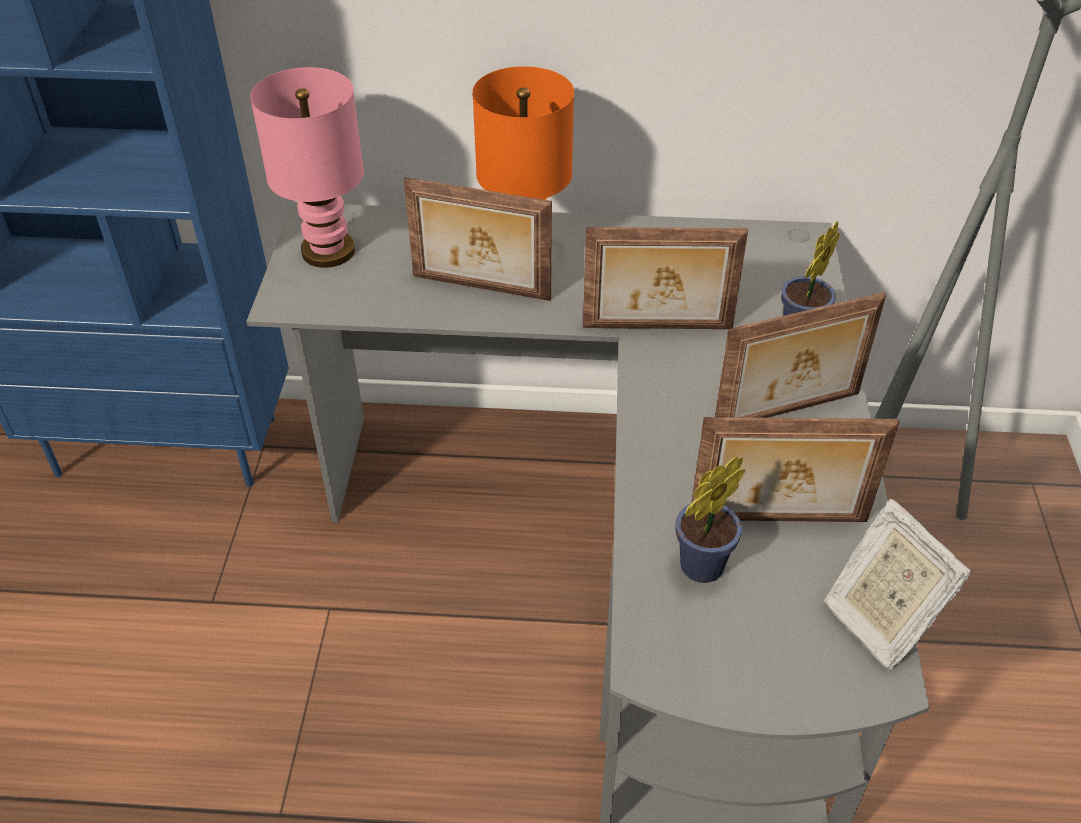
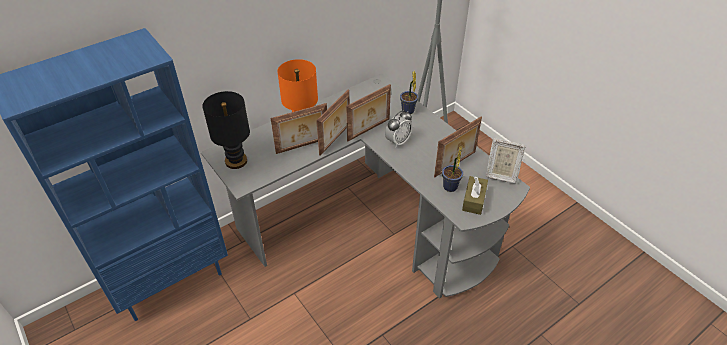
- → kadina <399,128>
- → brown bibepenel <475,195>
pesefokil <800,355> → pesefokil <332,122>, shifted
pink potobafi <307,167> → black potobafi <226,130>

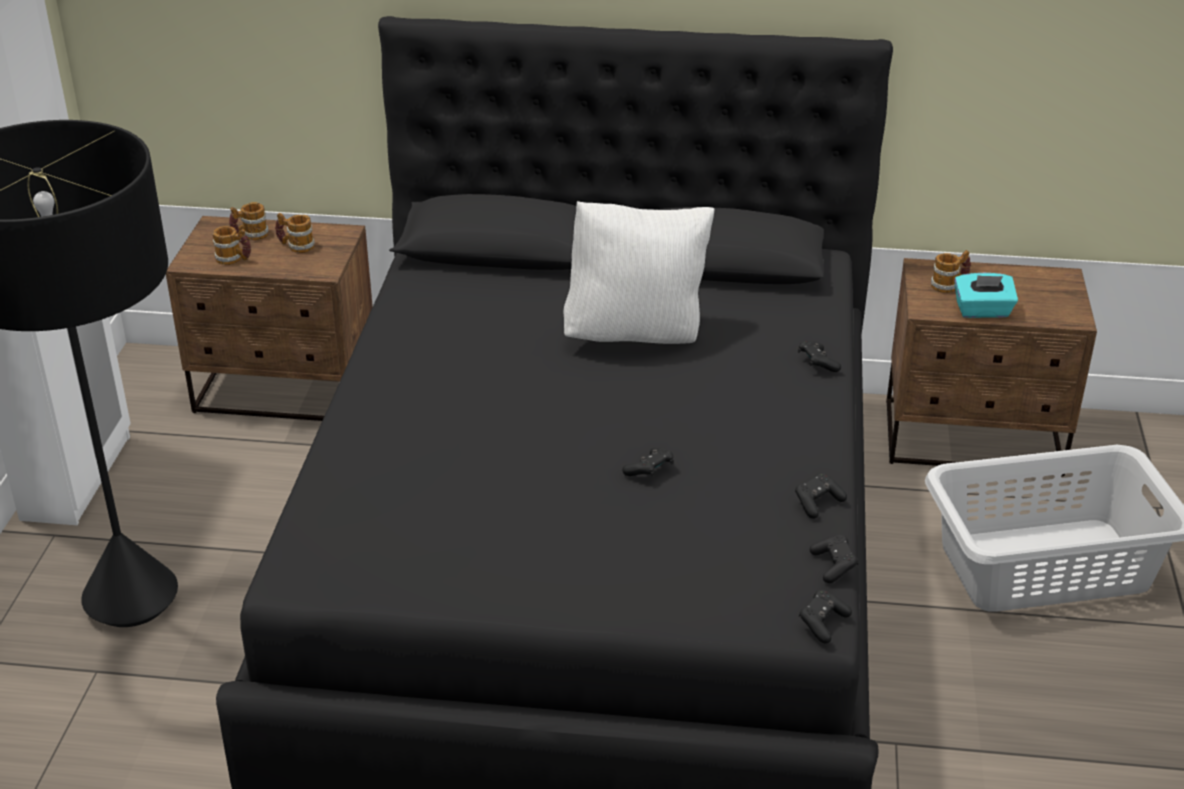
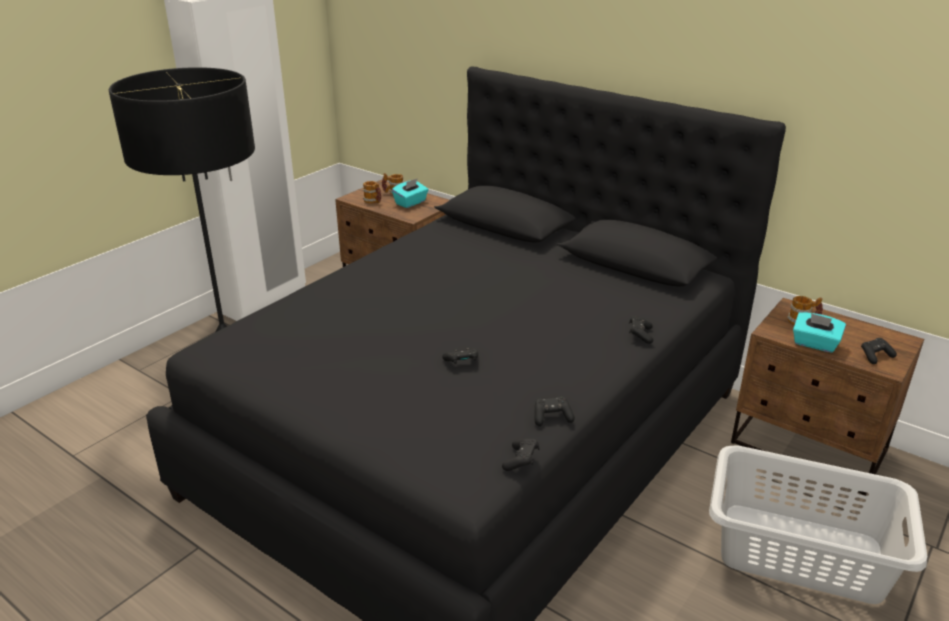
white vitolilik <638,272> → -
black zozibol <825,616> → black zozibol <879,351>, shifted
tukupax <295,233> → turquoise bibepenel <410,193>

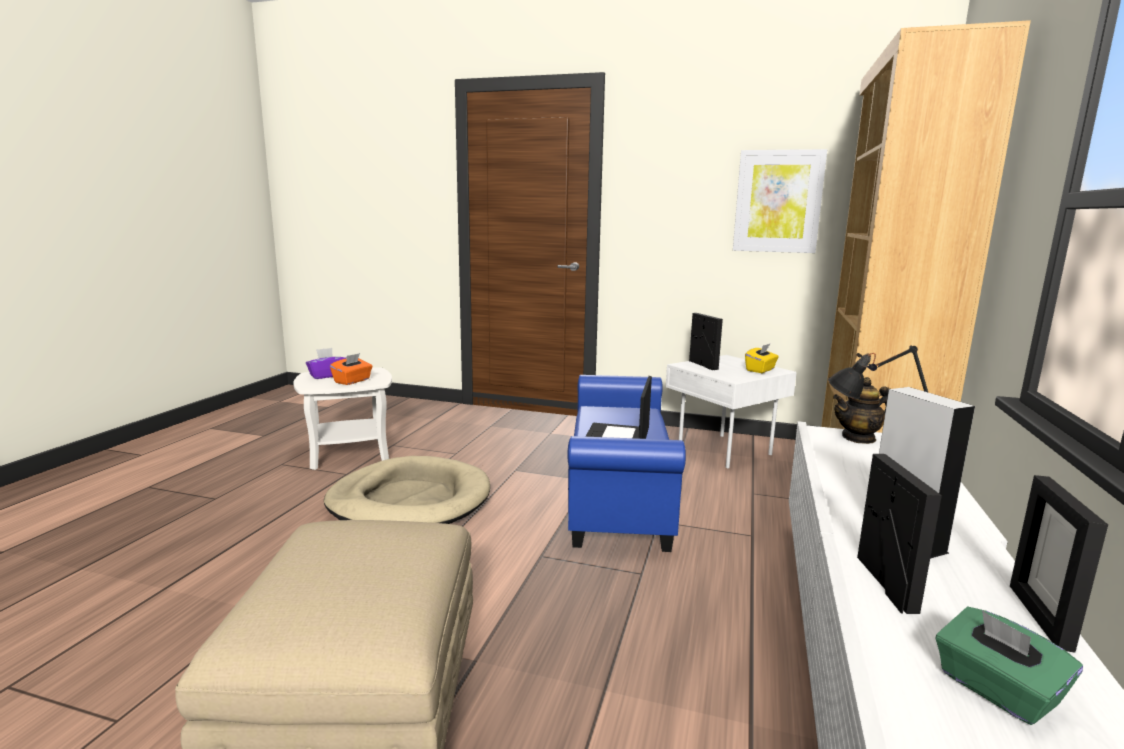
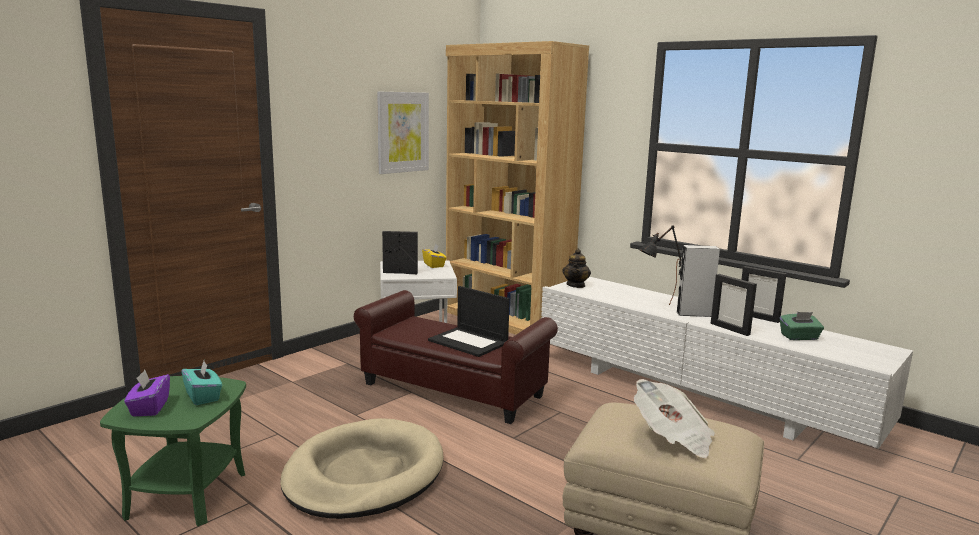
- → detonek <674,418>
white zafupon <342,419> → green zafupon <173,451>
orange bibepenel <351,369> → turquoise bibepenel <201,383>
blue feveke <626,463> → brown feveke <456,357>
pesefokil <899,534> → pesefokil <734,305>, 150 degrees counterclockwise

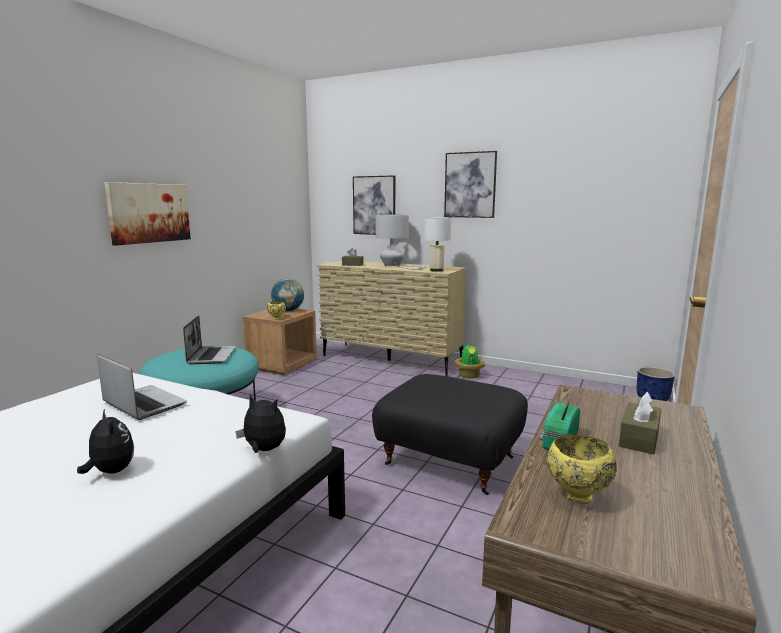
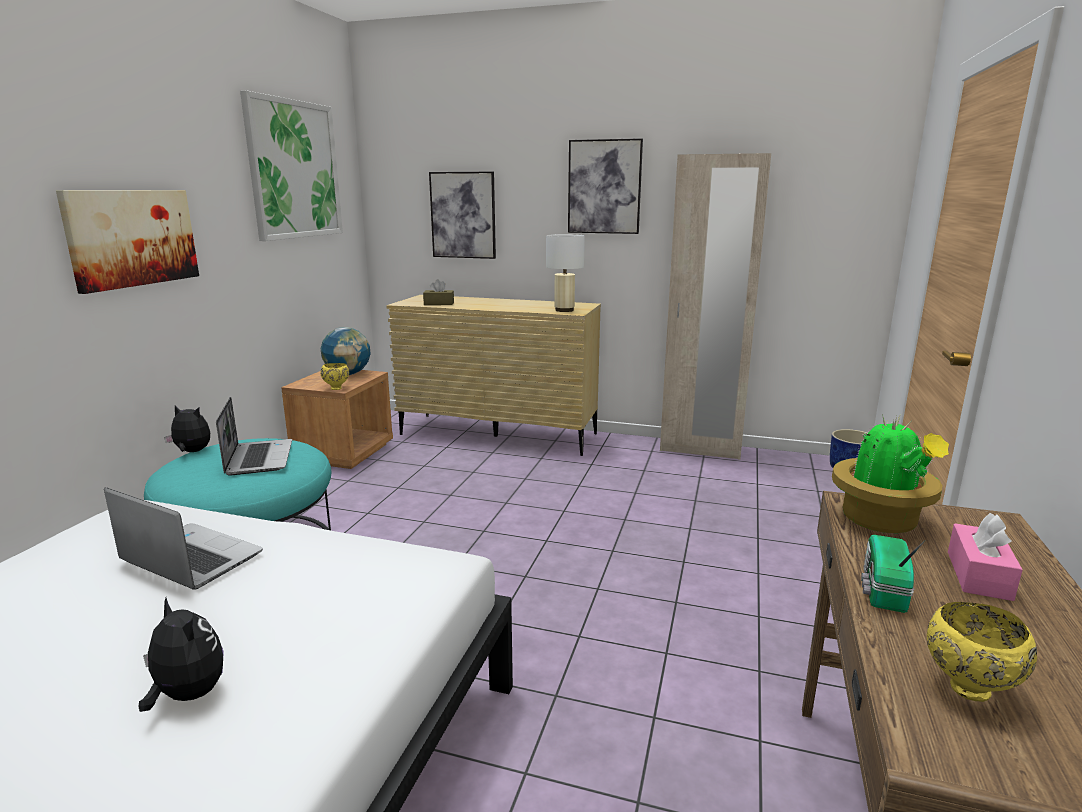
black feveke <450,434> → -
grey potobafi <401,242> → -
- → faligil <291,165>
- → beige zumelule <715,306>
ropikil <260,424> → ropikil <187,429>, shifted
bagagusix <470,360> → bagagusix <890,473>, shifted
brown bibepenel <640,423> → pink bibepenel <985,557>

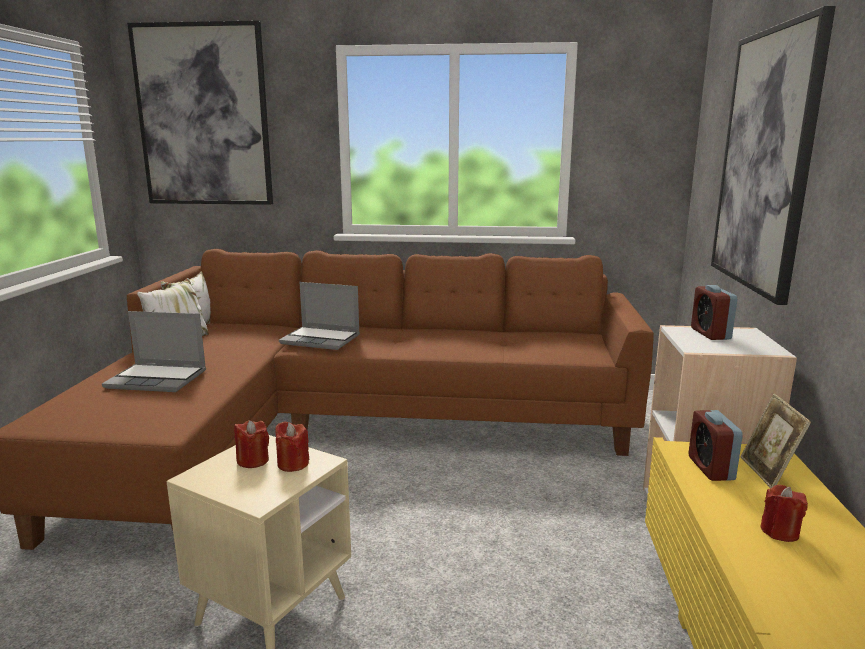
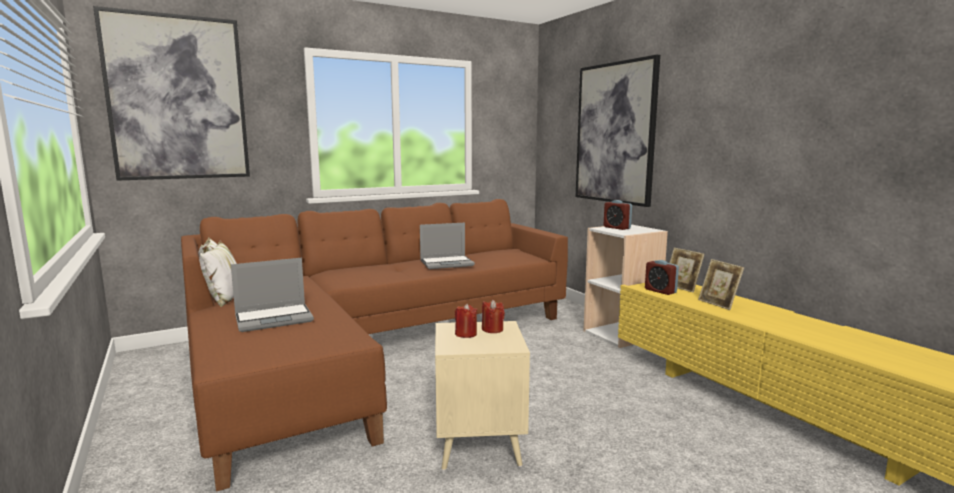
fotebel <319,316> → fotebel <447,246>, shifted
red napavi <784,513> → pesefokil <721,284>

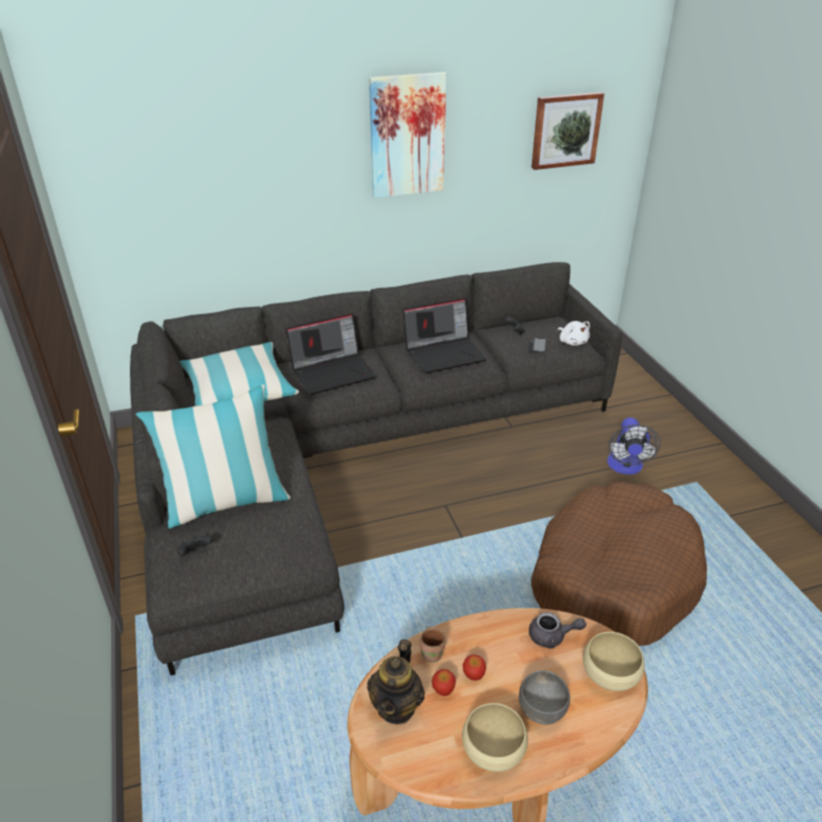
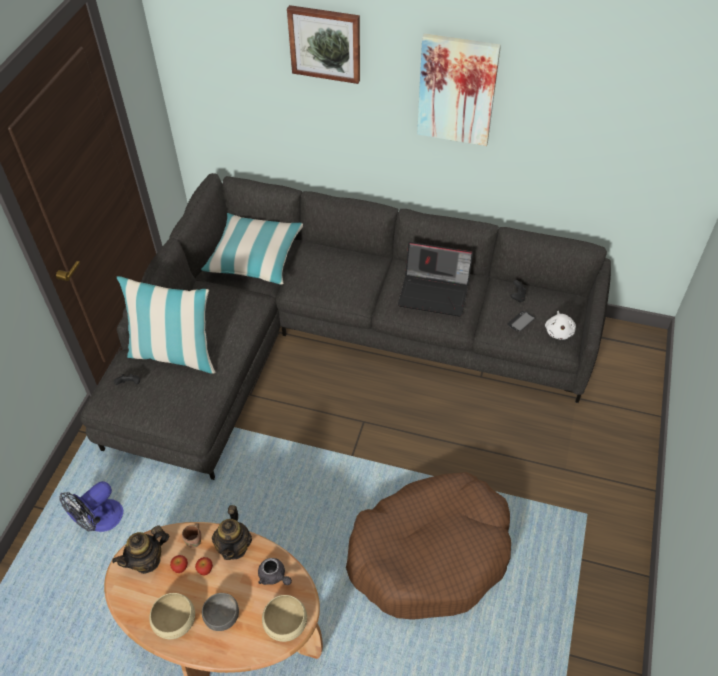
fotebel <331,354> → -
- → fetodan <232,532>
faligil <567,131> → faligil <323,44>, shifted
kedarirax <634,446> → kedarirax <91,506>, shifted

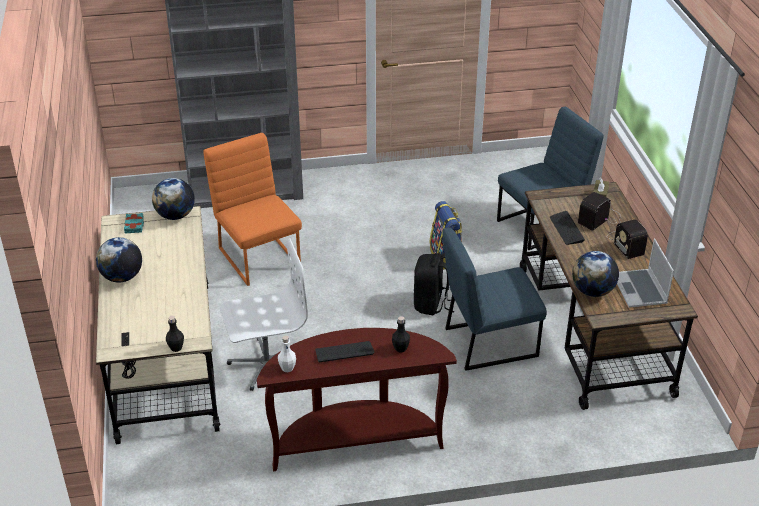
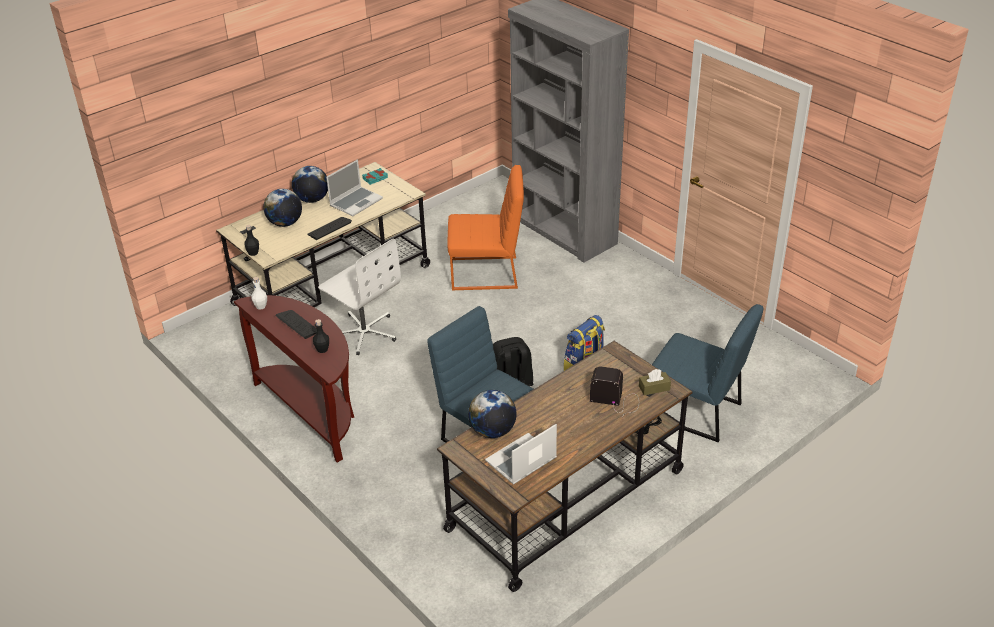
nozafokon <628,239> → -
- → fotebel <354,187>
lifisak <173,199> → lifisak <282,208>, shifted
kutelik <567,228> → kutelik <329,228>, shifted
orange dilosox <253,209> → orange dilosox <486,227>, 60 degrees clockwise

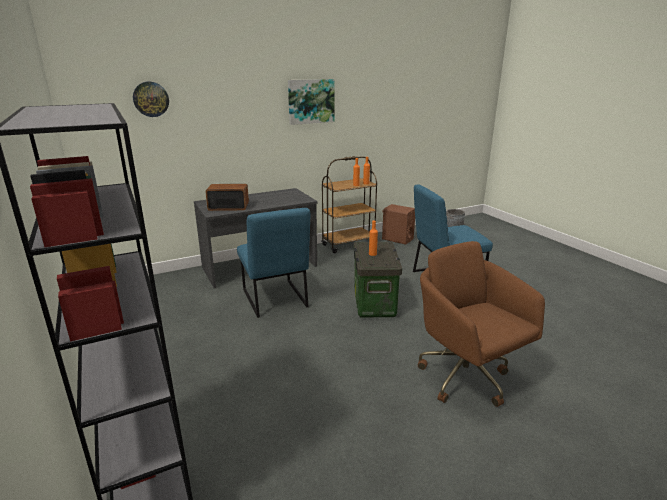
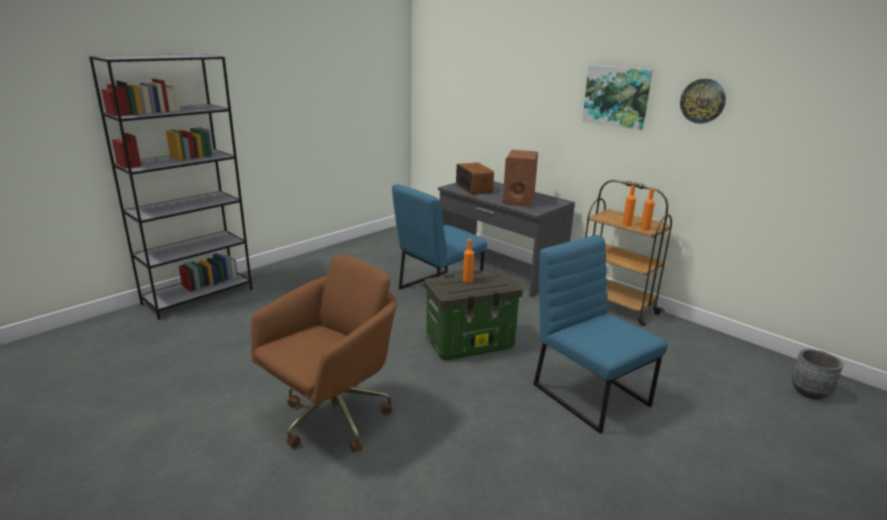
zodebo <151,99> → zodebo <703,101>, shifted
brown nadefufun <398,224> → brown nadefufun <520,178>, shifted

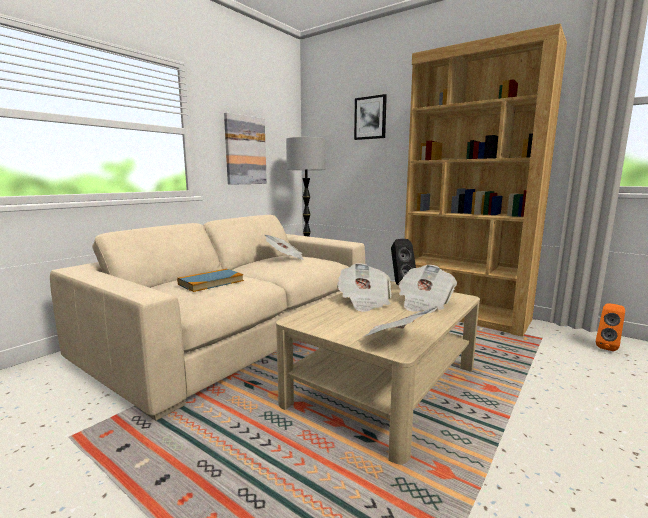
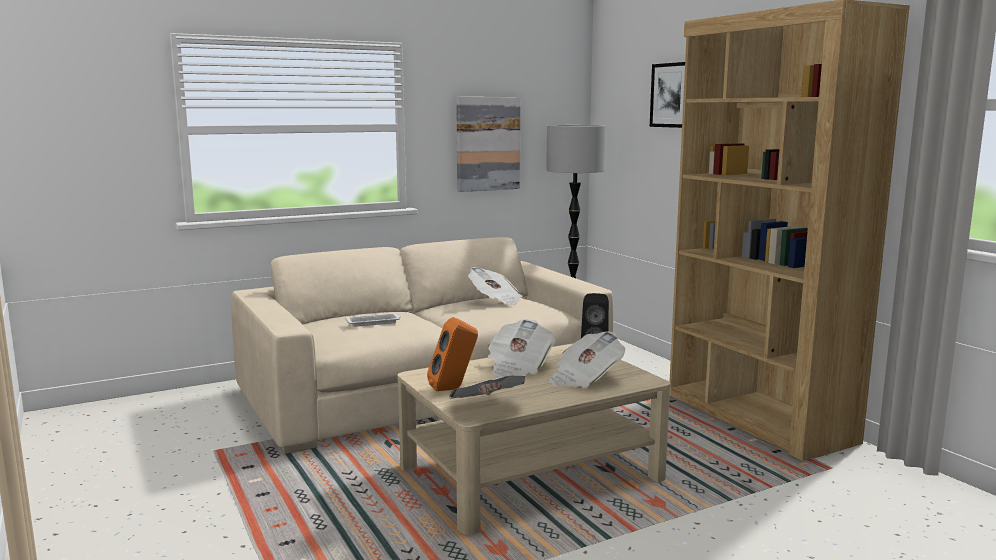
orange nadefufun <610,327> → orange nadefufun <452,354>, shifted
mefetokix <210,280> → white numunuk <372,320>

